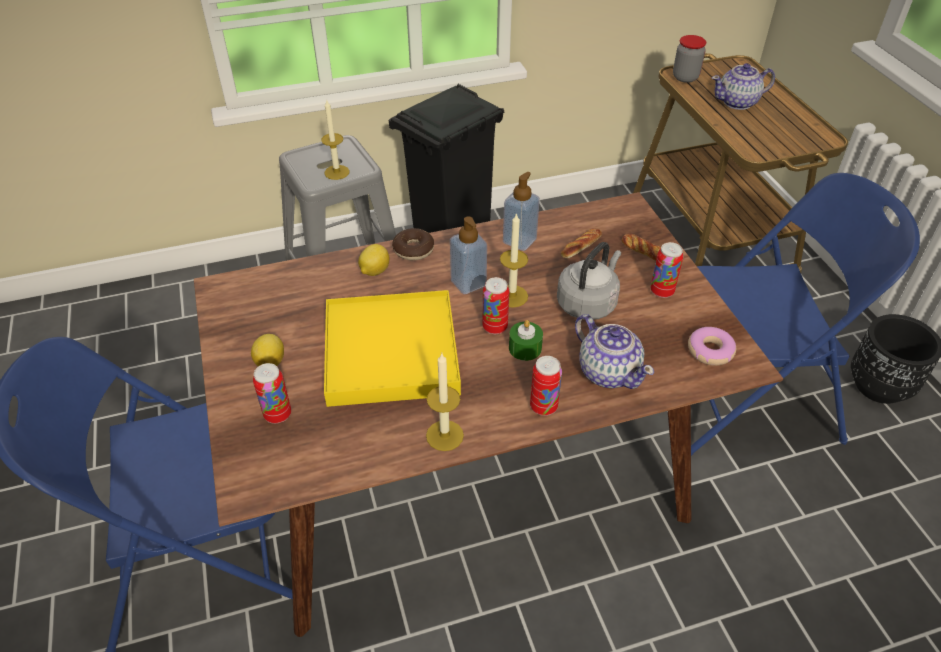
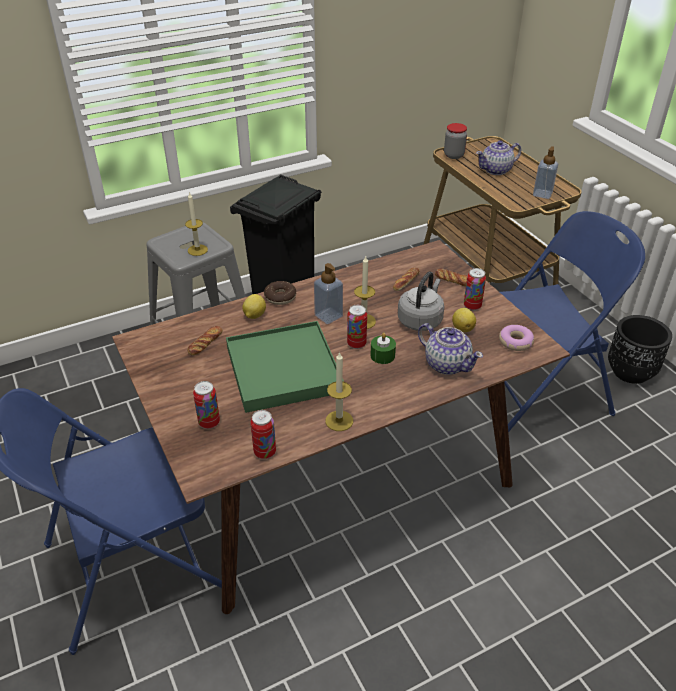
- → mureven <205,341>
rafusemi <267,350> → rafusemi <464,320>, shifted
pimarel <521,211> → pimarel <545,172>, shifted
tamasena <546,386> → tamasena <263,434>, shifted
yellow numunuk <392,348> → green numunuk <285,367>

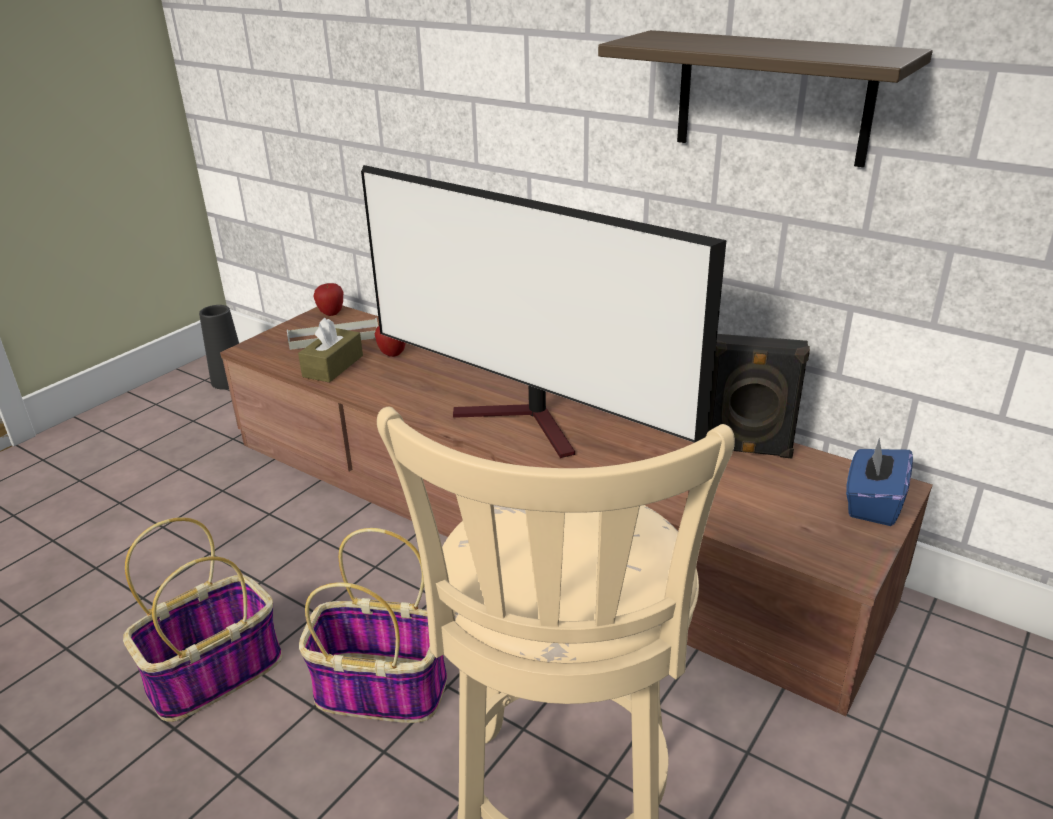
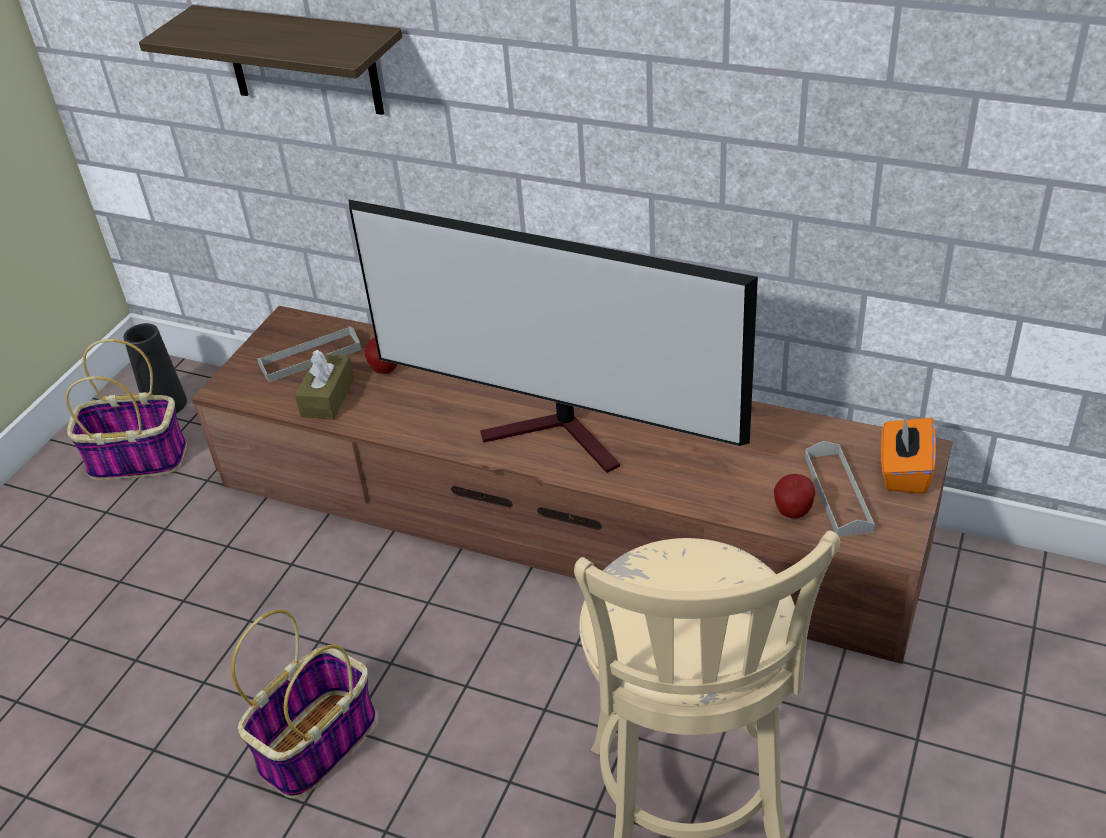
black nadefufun <759,396> → -
- → grey numunuk <840,489>
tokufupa <373,625> → tokufupa <126,409>, shifted
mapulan <328,299> → mapulan <795,496>, shifted
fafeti <765,99> → fafeti <270,60>, shifted
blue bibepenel <879,482> → orange bibepenel <908,454>

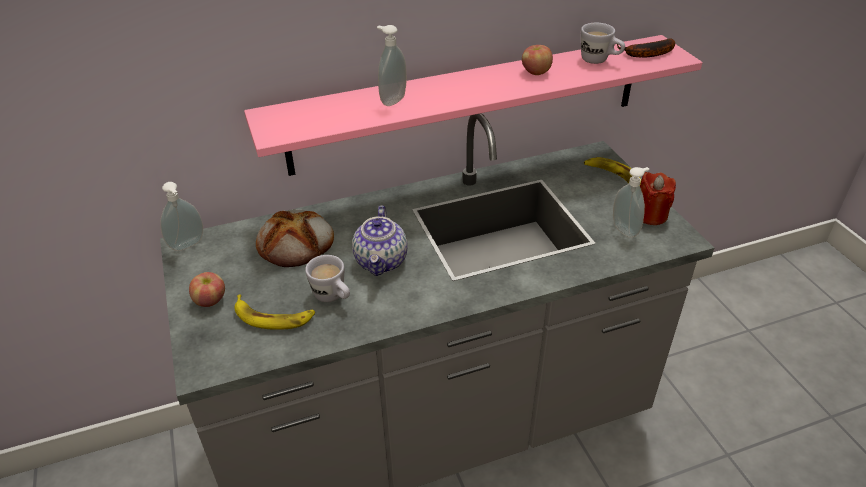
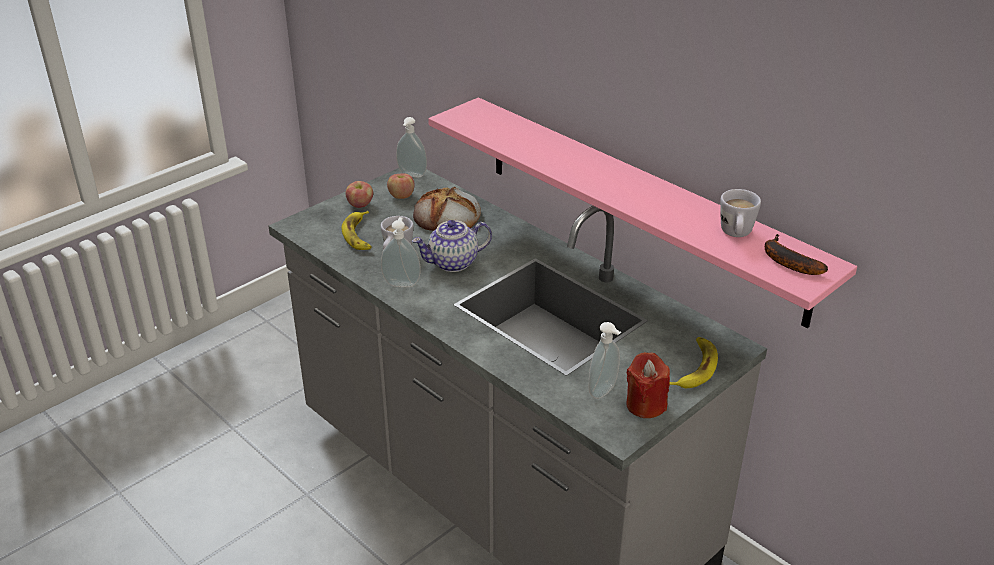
pimarel <392,65> → pimarel <401,252>, shifted
mapulan <537,60> → mapulan <401,186>, shifted

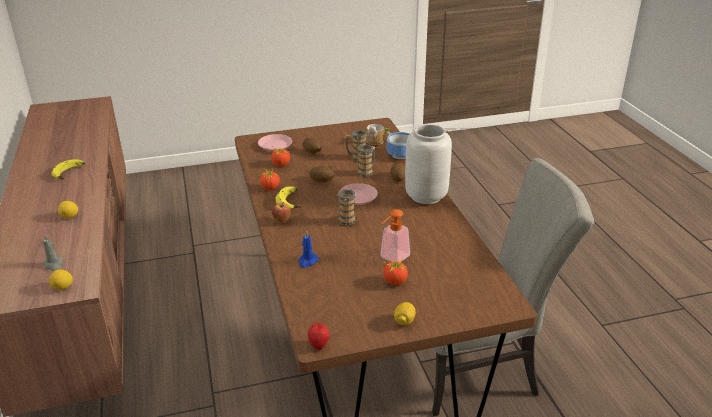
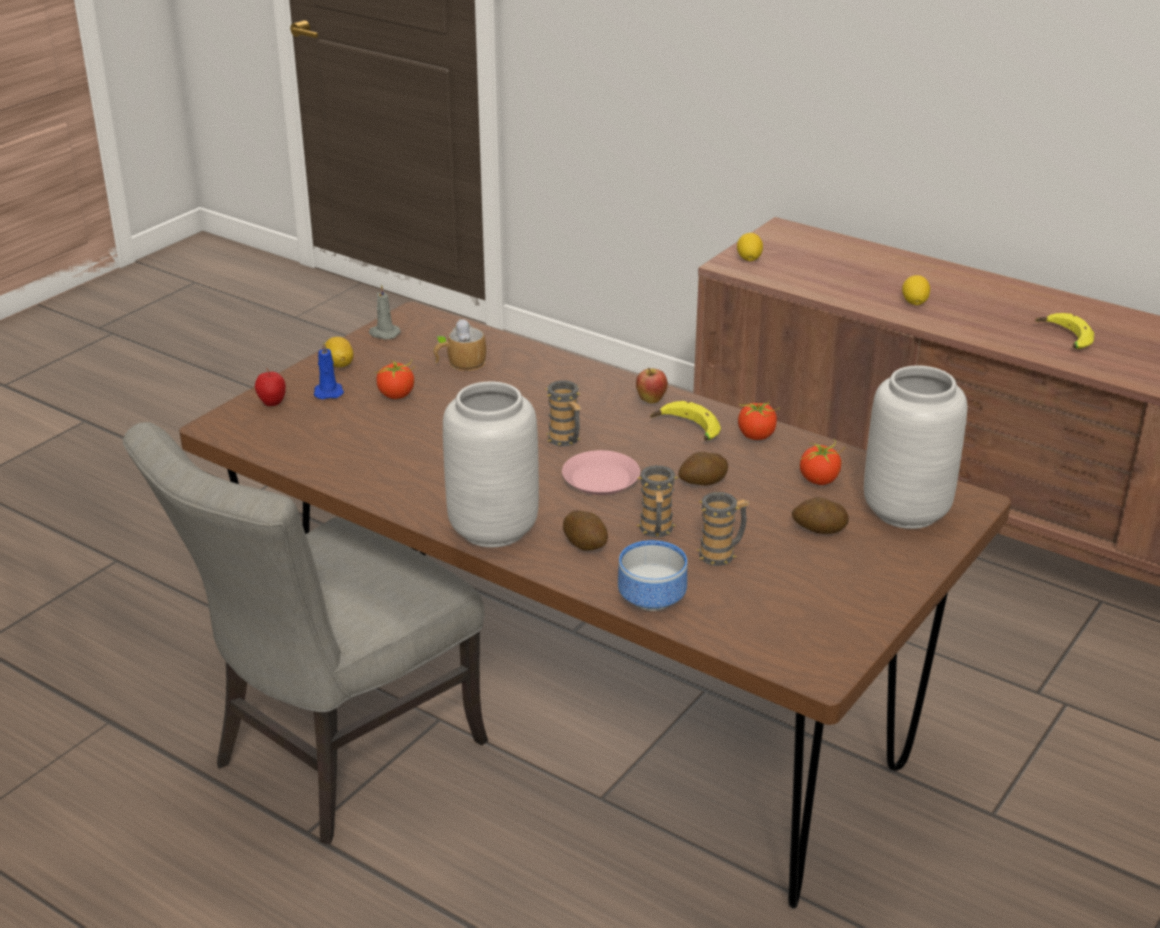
pimarel <395,235> → -
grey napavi <53,252> → grey napavi <385,311>, shifted
blue napavi <308,249> → blue napavi <329,370>, shifted
mapulan <319,336> → mapulan <270,387>, shifted
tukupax <378,134> → tukupax <459,345>, shifted
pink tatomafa <275,143> → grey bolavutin <916,447>

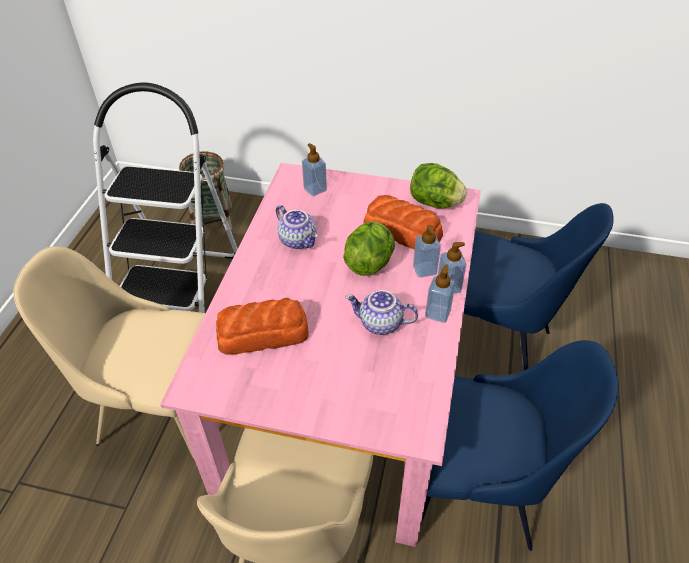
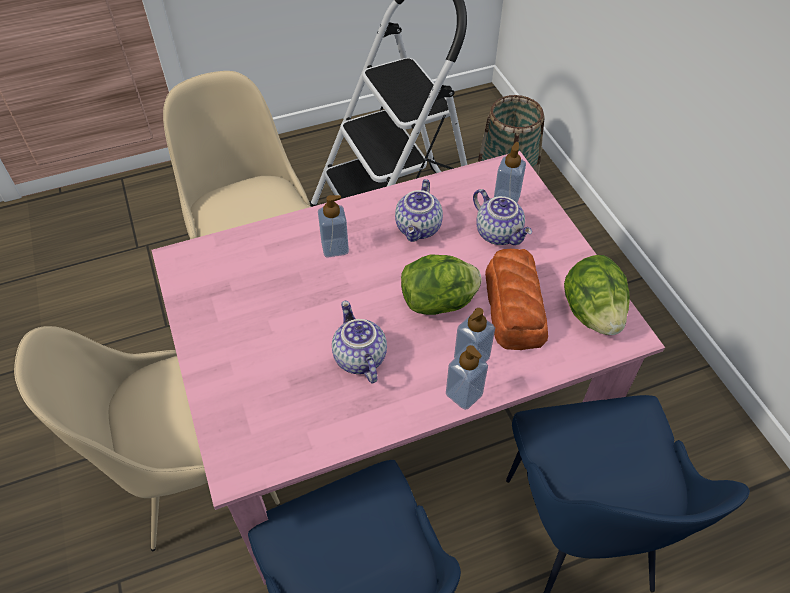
mureven <262,326> → -
- → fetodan <502,217>
pimarel <440,293> → pimarel <333,226>, shifted

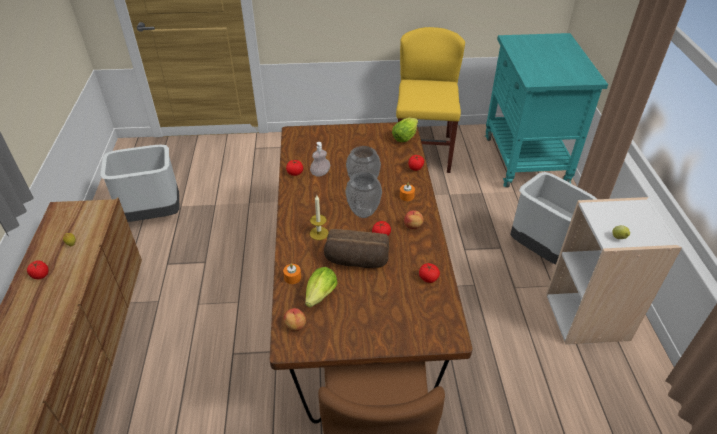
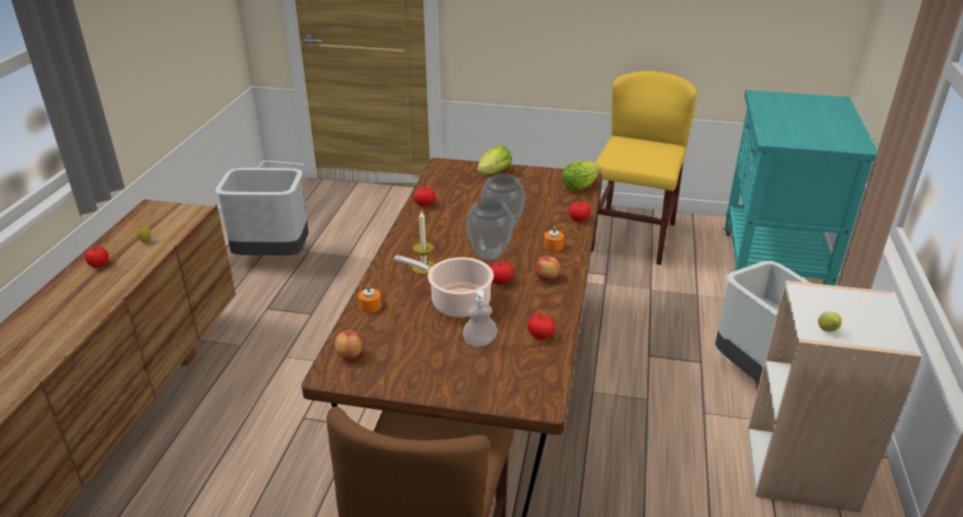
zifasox <321,287> → zifasox <494,160>, shifted
pimarel <320,159> → pimarel <480,318>, shifted
mureven <356,248> → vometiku <444,286>

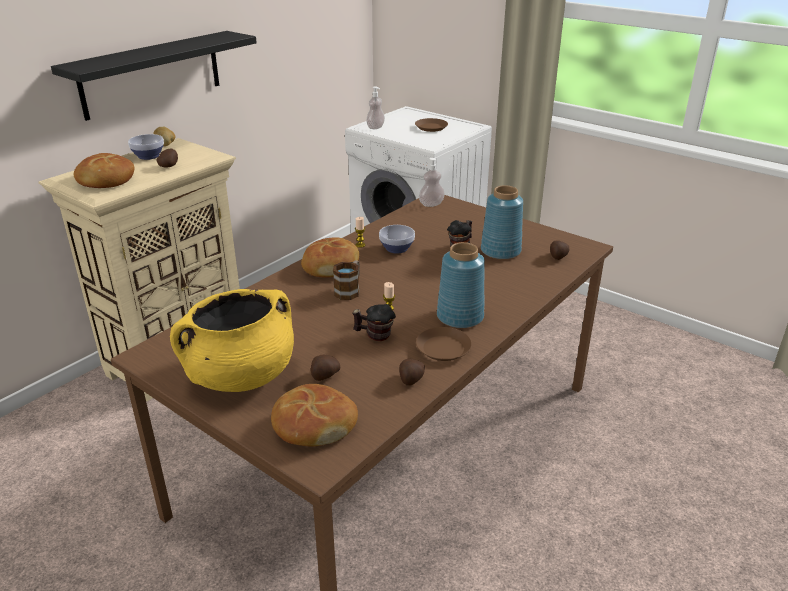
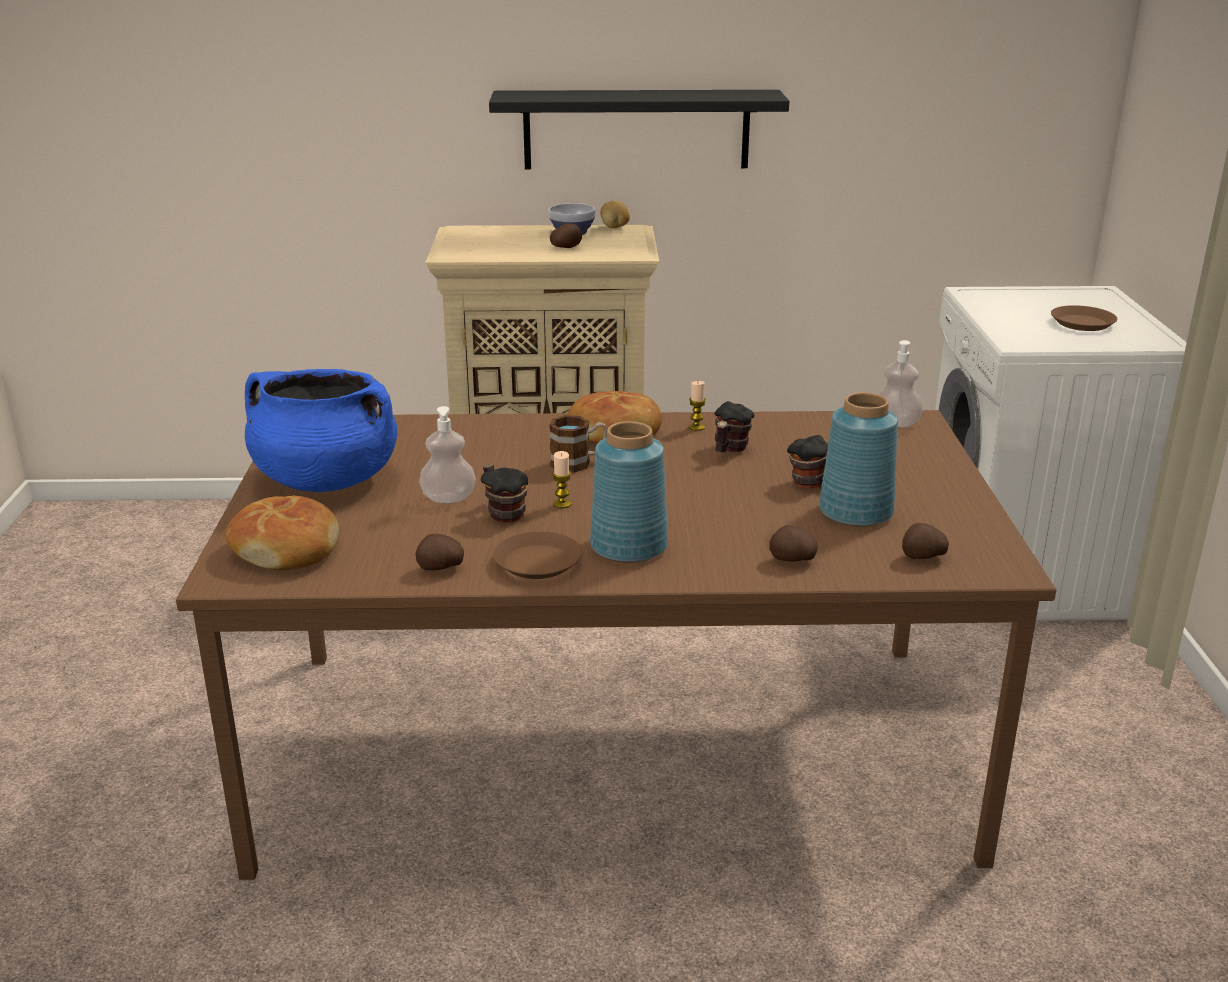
mureven <103,170> → -
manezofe <325,368> → manezofe <793,543>, shifted
pimarel <375,107> → pimarel <447,454>, shifted
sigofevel <397,239> → tukupax <734,426>
yellow vometiku <232,340> → blue vometiku <321,430>

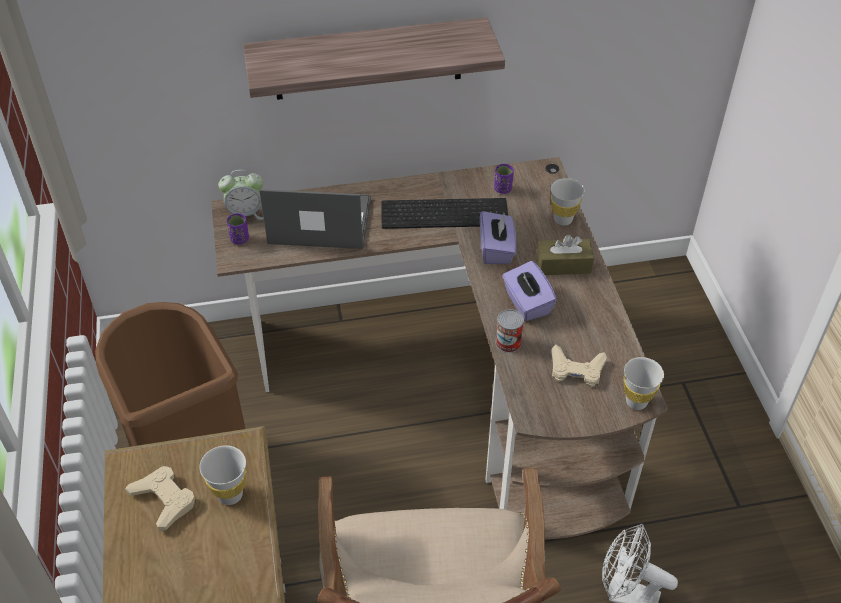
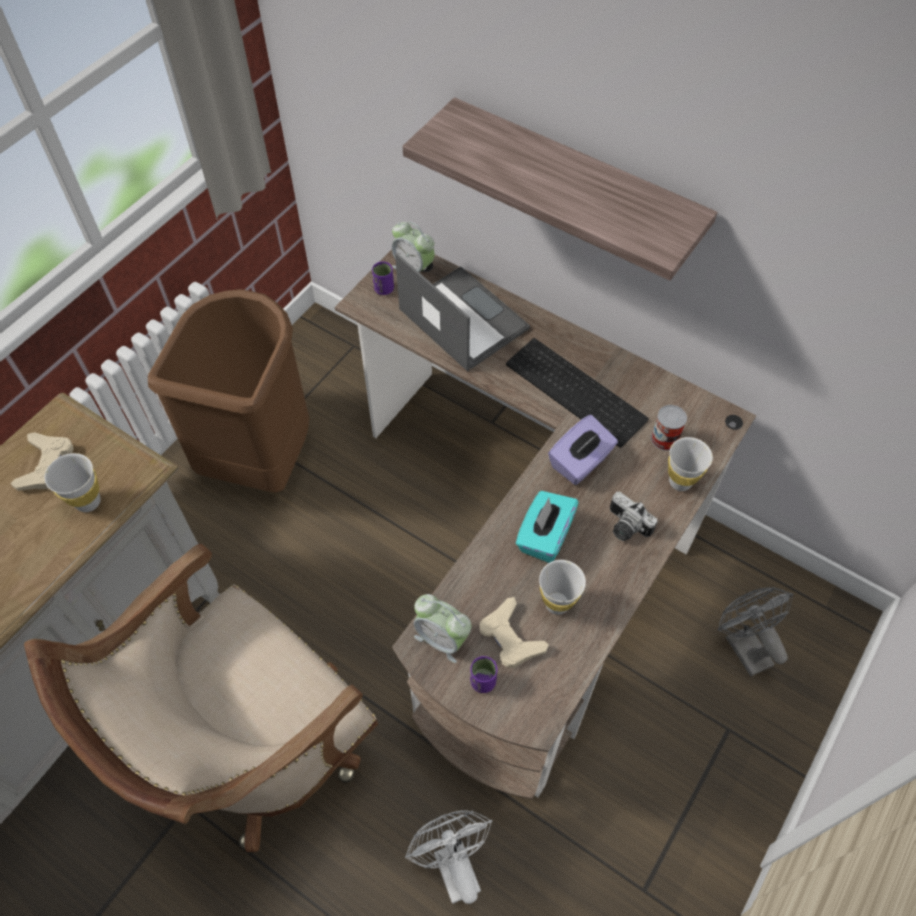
- → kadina <442,628>
- → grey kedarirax <755,631>
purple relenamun <504,179> → purple relenamun <483,674>, shifted
tamasena <509,331> → tamasena <669,428>, shifted
white relenamun <643,383> → white relenamun <562,587>, shifted
brown bibepenel <565,255> → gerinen <634,516>
purple bibepenel <529,291> → turquoise bibepenel <547,527>

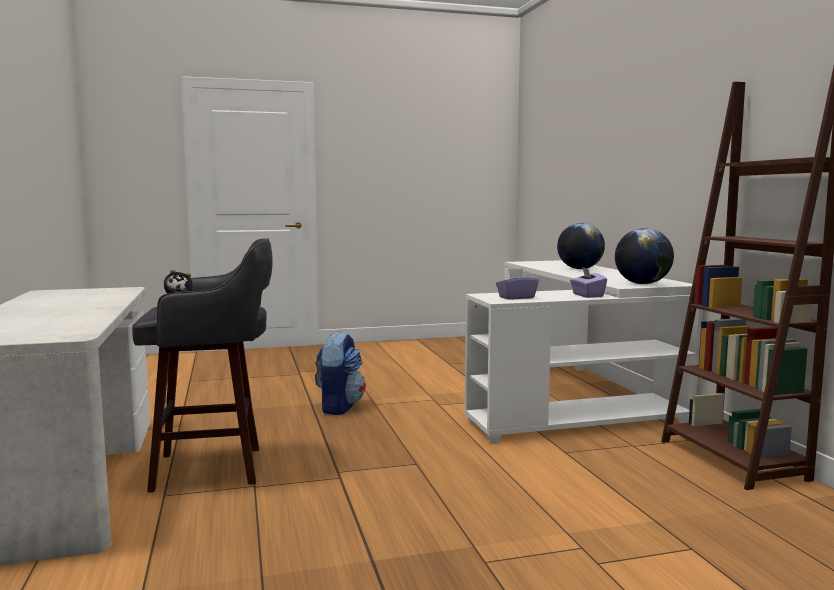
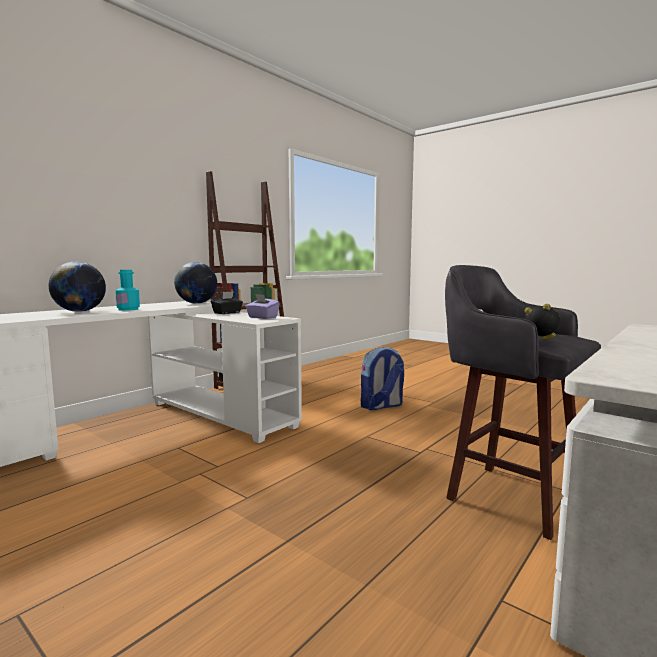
- → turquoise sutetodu <127,290>
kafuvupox <340,373> → kafuvupox <382,378>, shifted
purple bibepenel <588,282> → black bibepenel <227,302>

